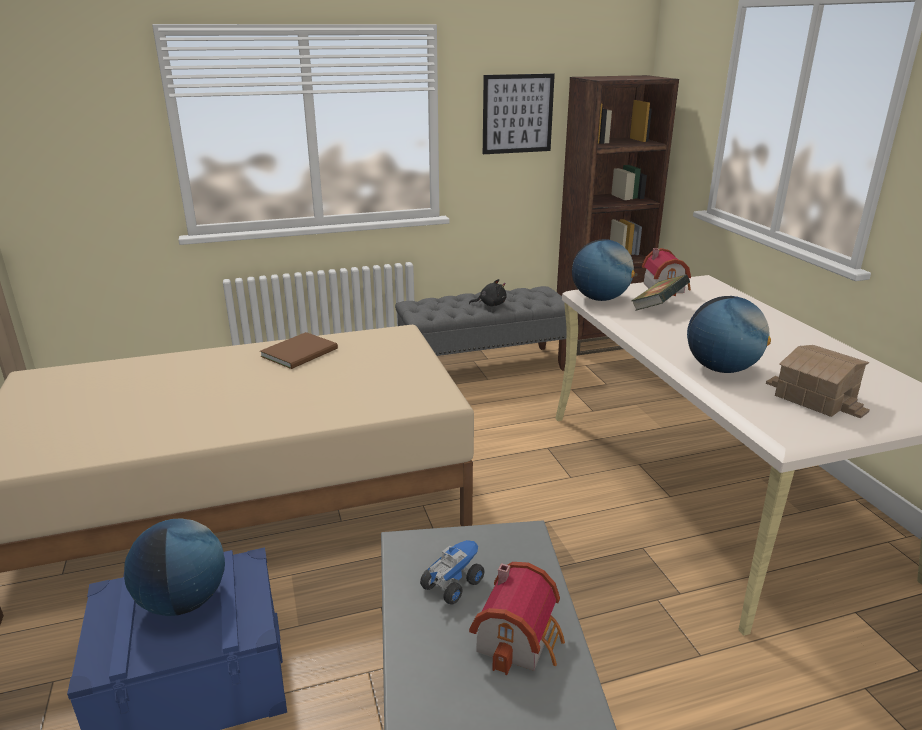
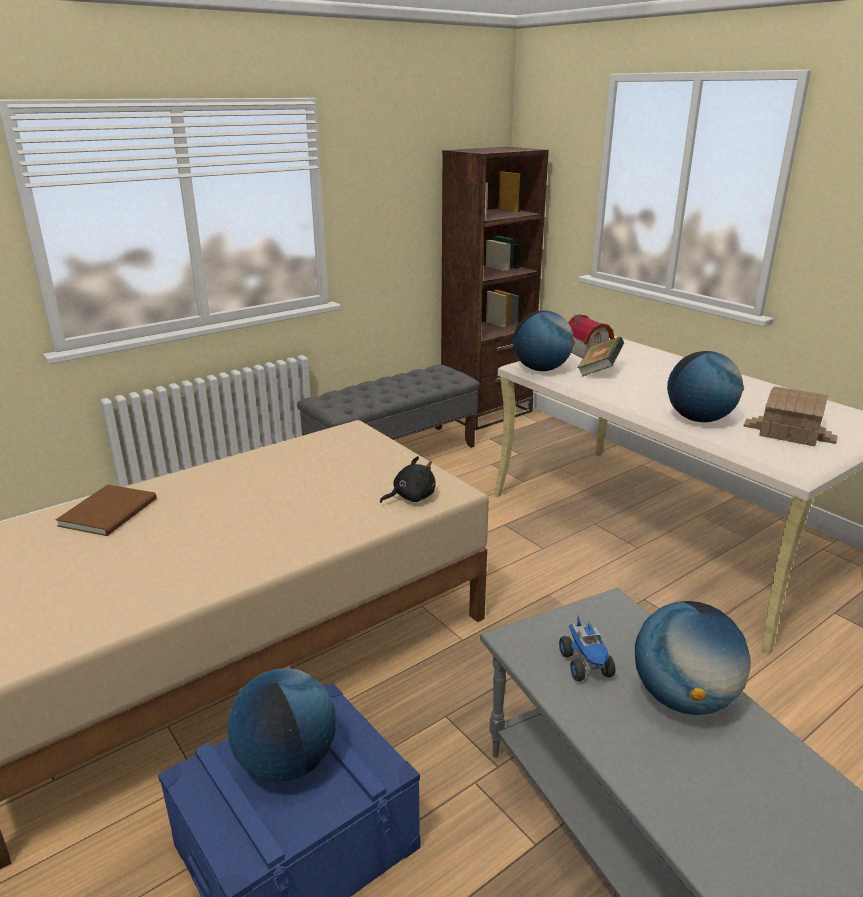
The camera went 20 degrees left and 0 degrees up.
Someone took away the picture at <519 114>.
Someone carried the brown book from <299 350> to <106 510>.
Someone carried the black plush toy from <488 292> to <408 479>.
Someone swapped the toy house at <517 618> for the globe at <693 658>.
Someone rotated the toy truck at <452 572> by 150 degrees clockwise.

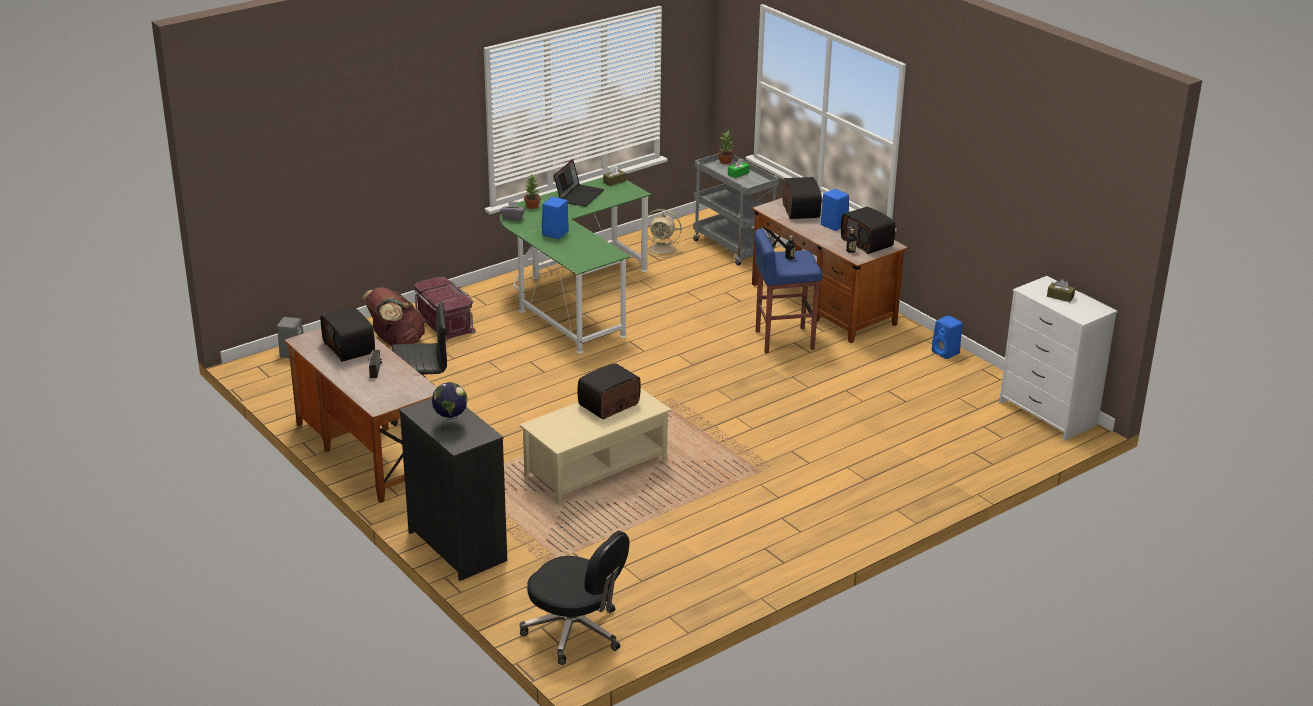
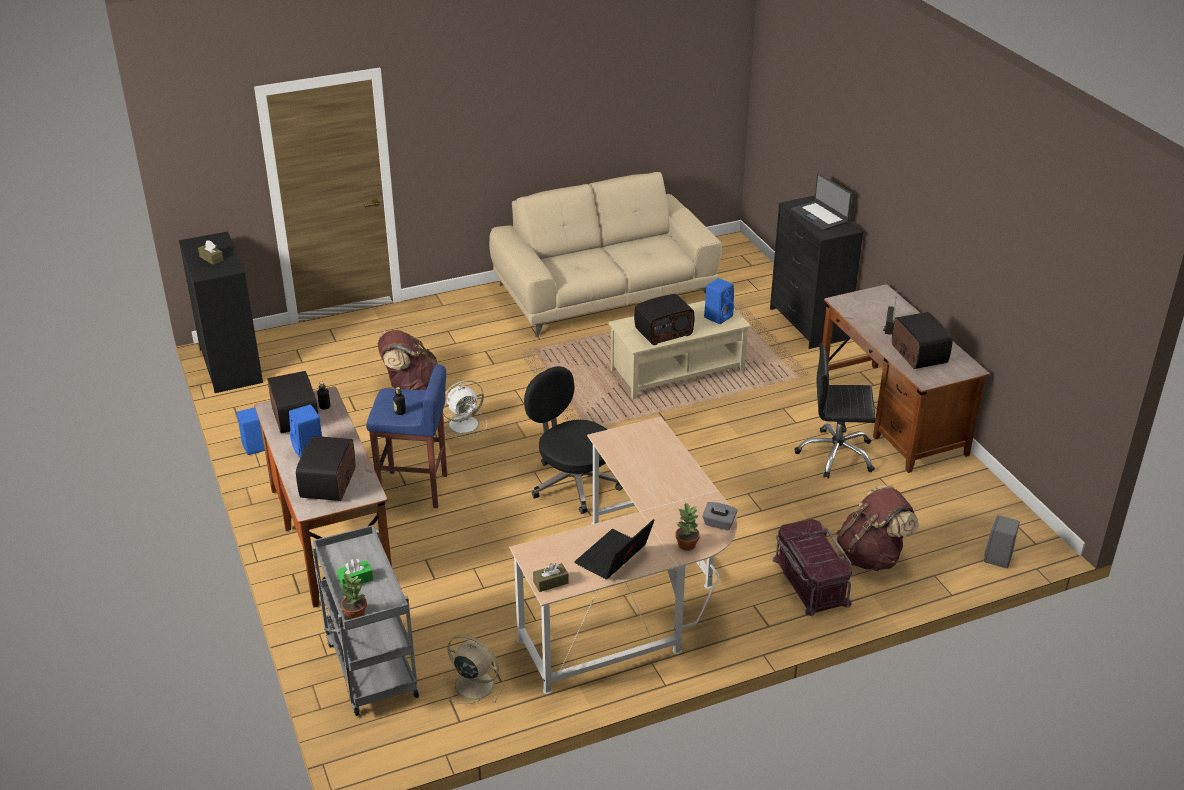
The camera went 165 degrees left and 5 degrees up.
Someone put down the brown backpack at <407 360>.
Someone put down the white fan at <465 409>.
Someone put down the beige sofa at <605 254>.
Someone carried the black office chair from <574 598> to <573 440>.
Someone carried the blue speaker from <555 218> to <719 301>.
Someone swapped the globe at <450 406> for the laptop at <821 202>.
Someone repainted the green desk at <575 265>, which became the beige desk at <623 555>.
Someone repainted the white dresser at <1058 358>, which became the black dresser at <221 312>.

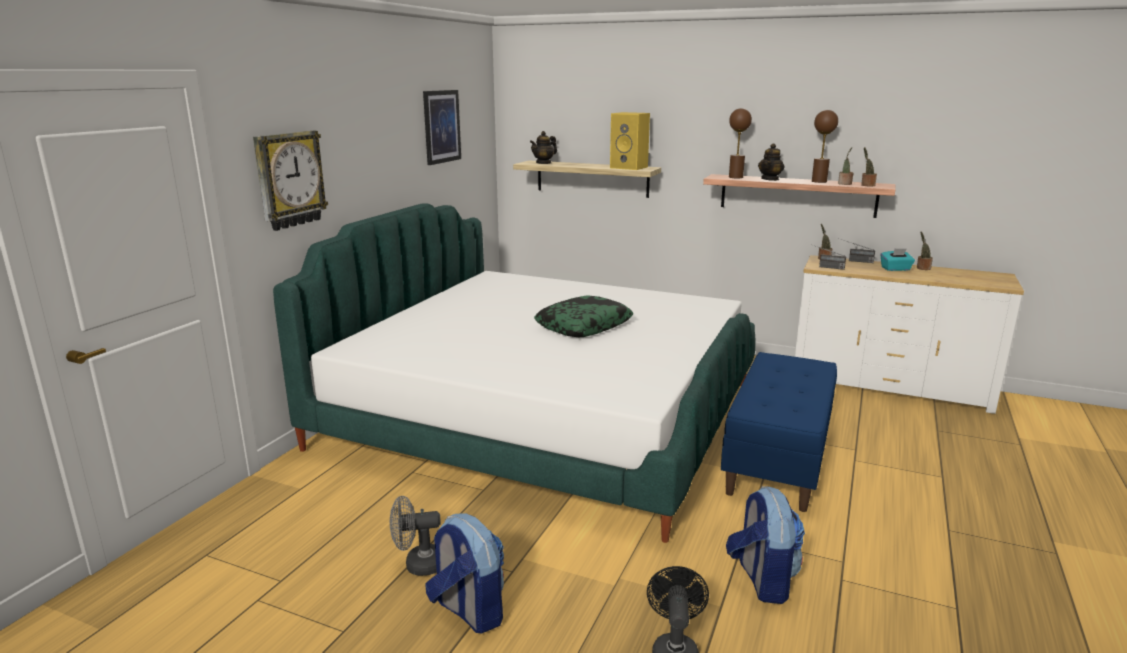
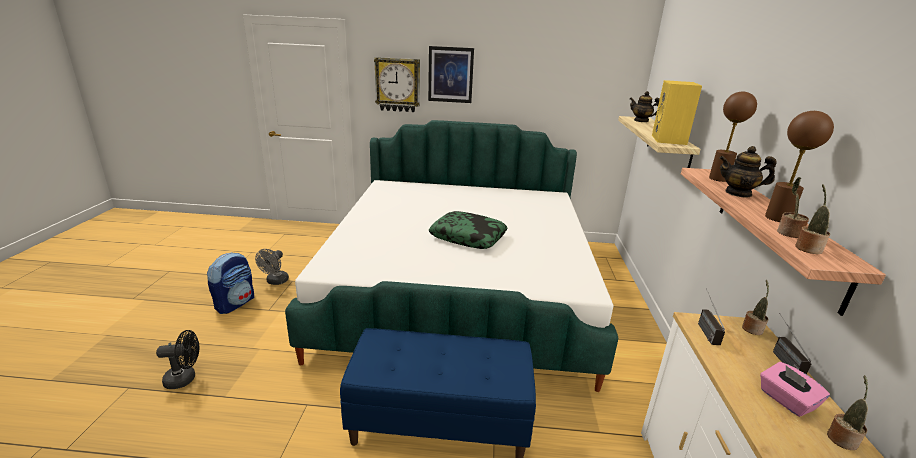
The camera went 70 degrees right and 5 degrees up.
Someone took away the backpack at <765 545>.
Someone carried the picture from <442 127> to <451 74>.
Someone repainted the turquoise tissue box at <897 260>, which became the pink tissue box at <795 389>.
Someone rotated the grey fan at <415 536> by 135 degrees counterclockwise.

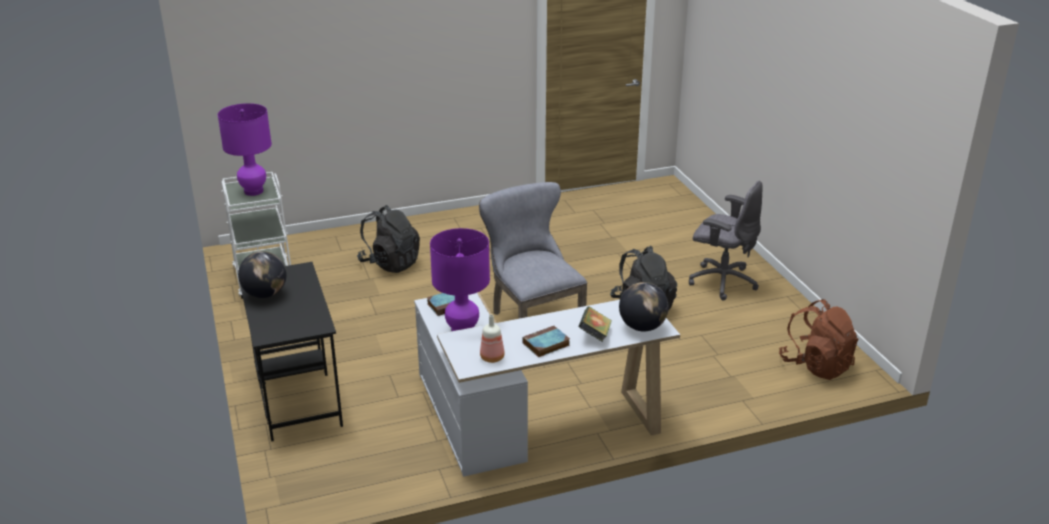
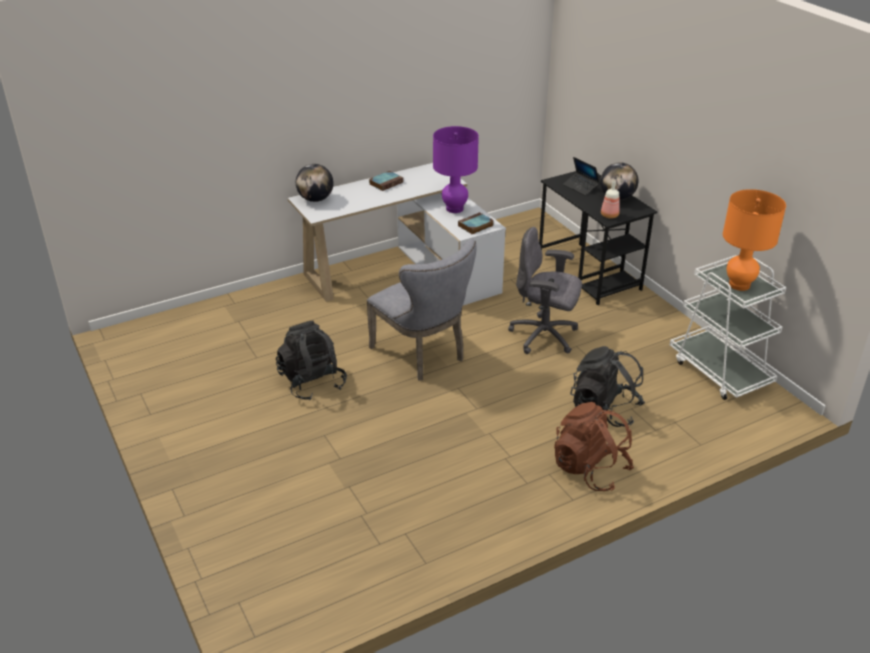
The camera went 170 degrees right and 5 degrees up.
Someone took away the book at <595 324>.
Someone put down the laptop at <581 176>.
Someone carried the bottle from <492 339> to <610 200>.
Someone carried the grey office chair from <725 241> to <545 290>.
Someone carried the brown backpack from <818 339> to <594 446>.
Someone repainted the purple table lamp at <244 149>, which became the orange table lamp at <754 240>.

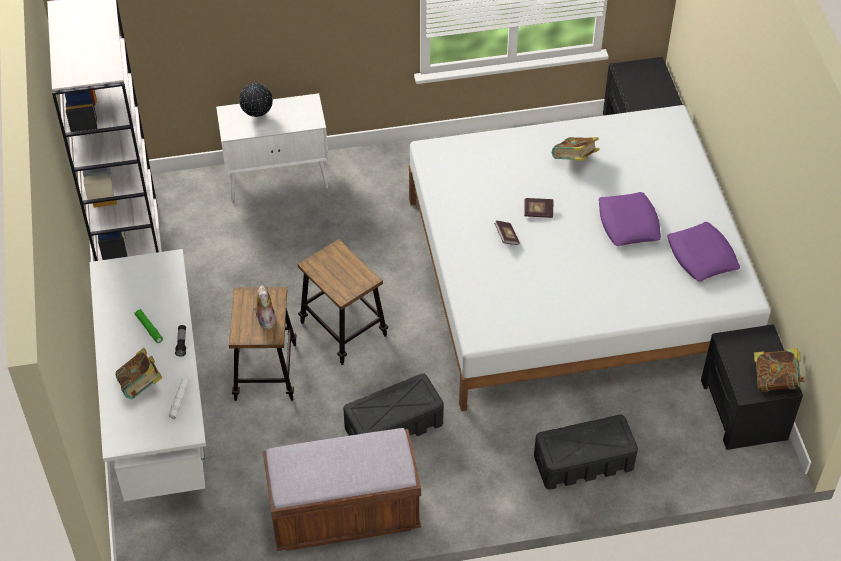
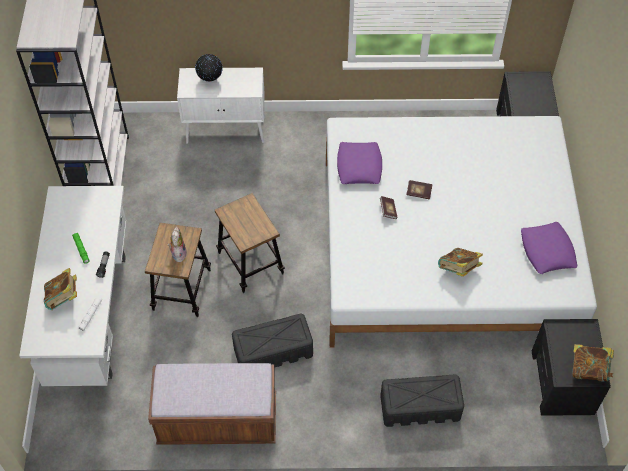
The camera went 10 degrees right and 5 degrees up.
Someone carried the book from <576 149> to <460 262>.
Someone carried the purple pillow from <629 219> to <359 163>.

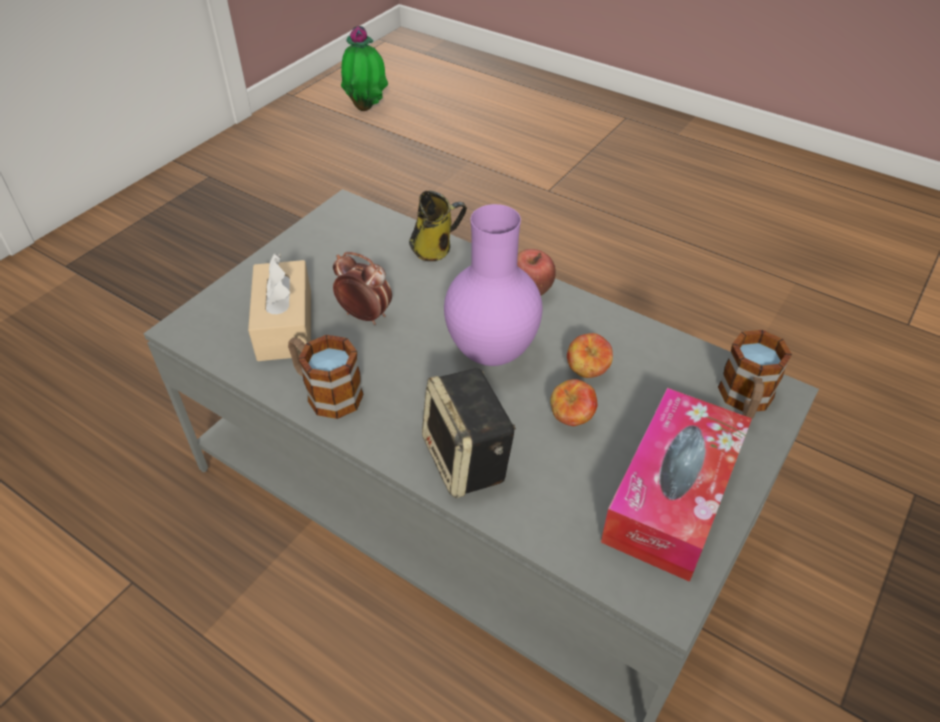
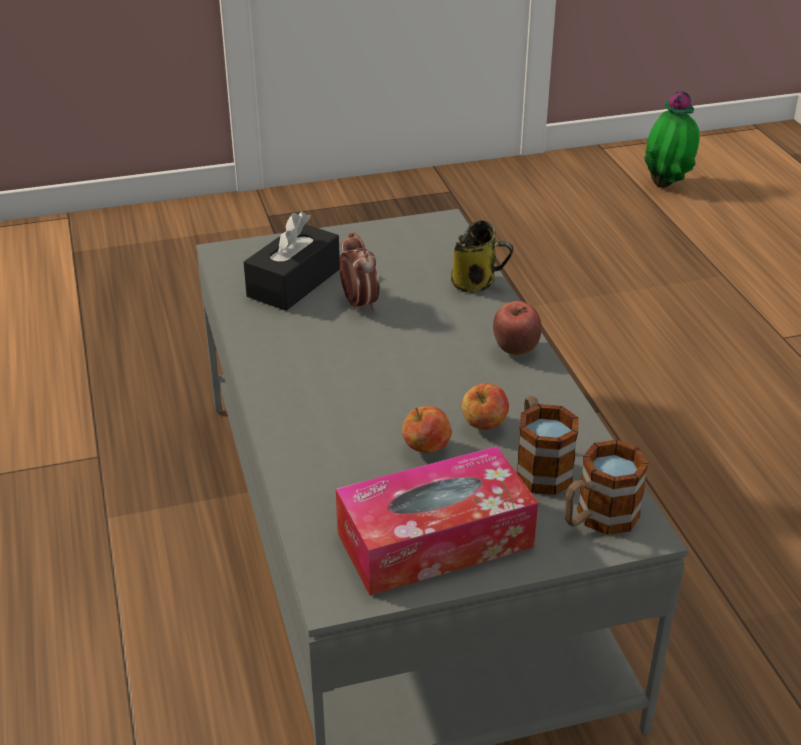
The camera went 40 degrees right and 10 degrees down.
Someone took away the speaker at <469 433>.
Someone took away the purple vase at <493 285>.
Someone carried the mug from <326 377> to <547 445>.
Someone repainted the beige tissue box at <279 307>, which became the black tissue box at <292 261>.

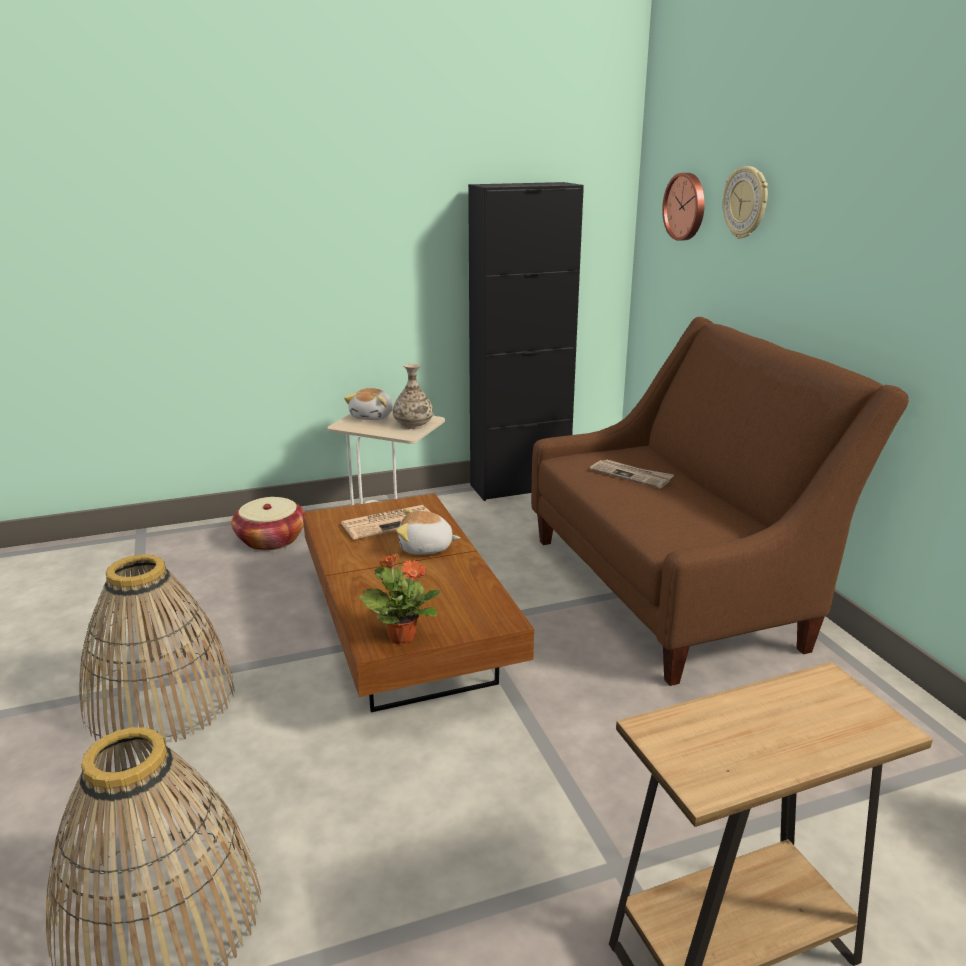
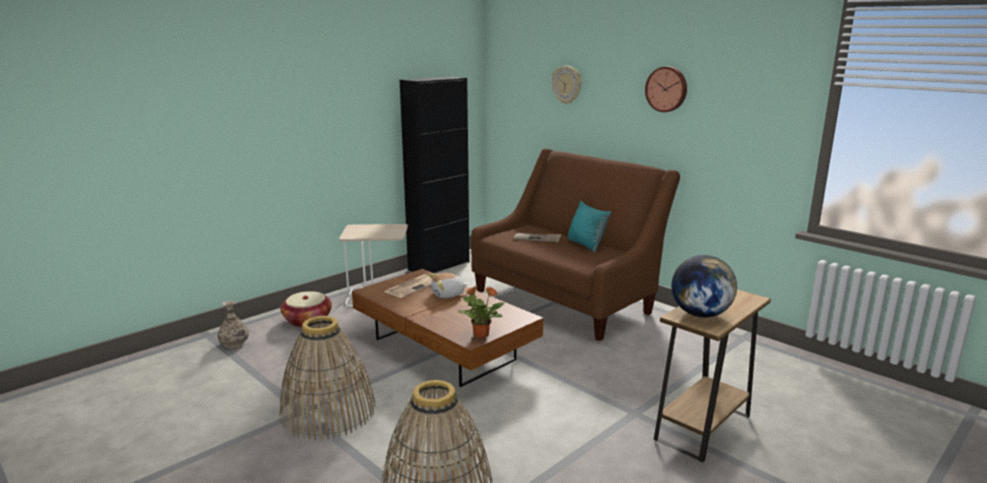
The camera went 25 degrees left and 5 degrees down.
Someone took away the plush toy at <368 404>.
Someone put down the turquoise pillow at <589 226>.
Someone put down the globe at <704 286>.
Someone carried the vase from <413 396> to <233 324>.
Someone carried the wall clock from <683 207> to <666 89>.

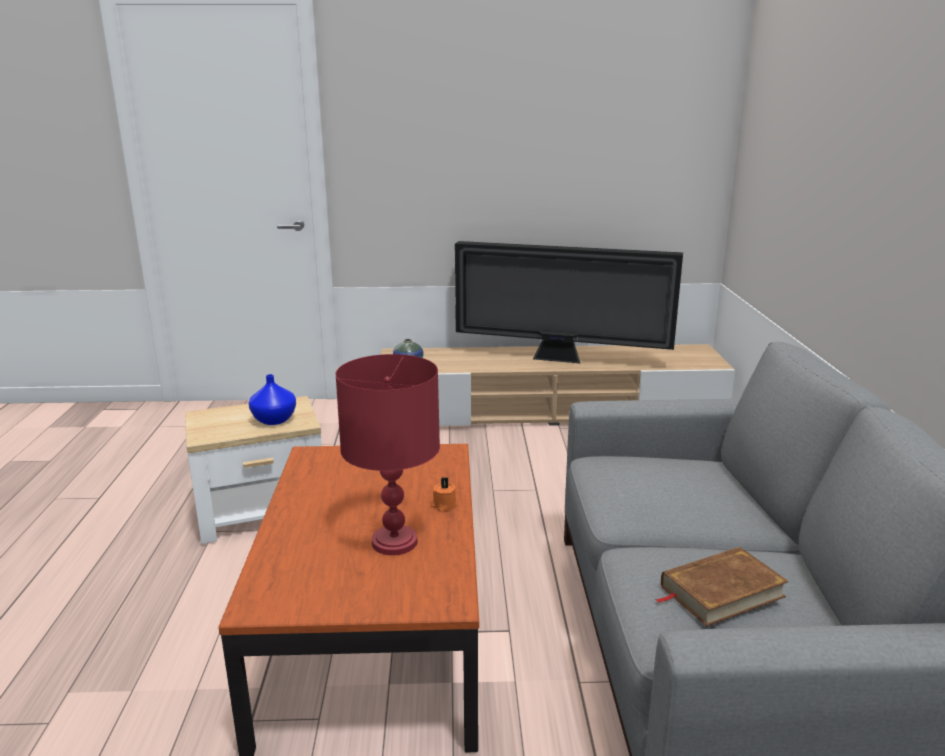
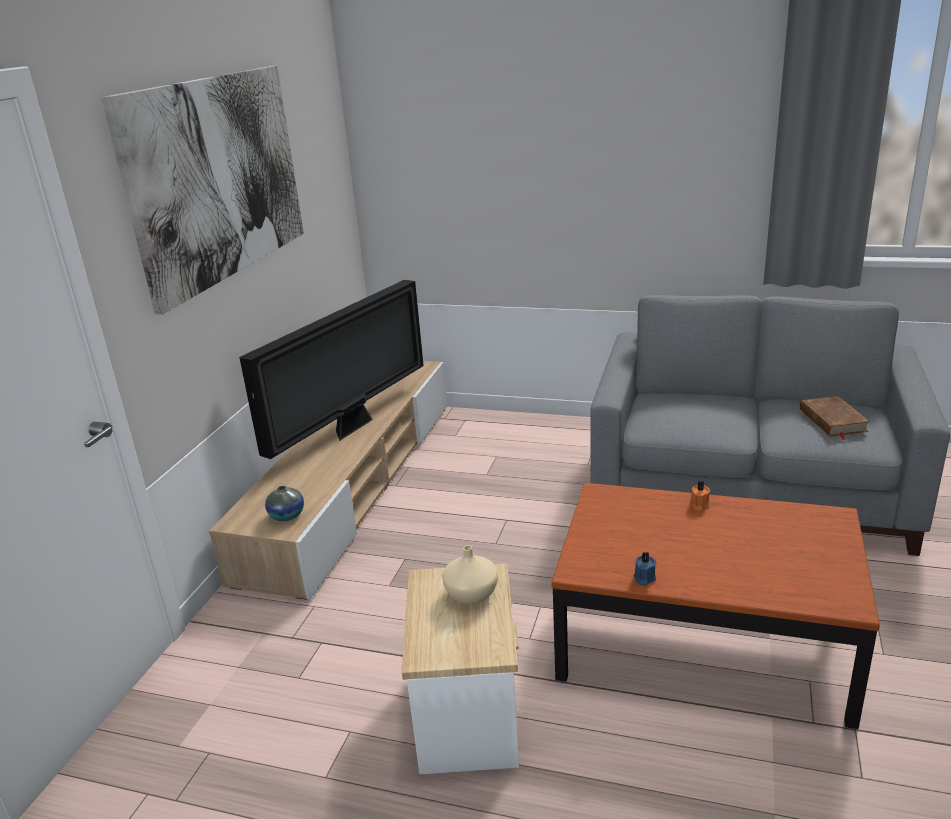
The camera went 70 degrees left and 5 degrees up.
Someone took away the red table lamp at <387 454>.
Someone put up the picture at <202 190>.
Someone put down the blue candle at <645 569>.
Someone repainted the blue vase at <272 399>, which became the beige vase at <470 575>.

